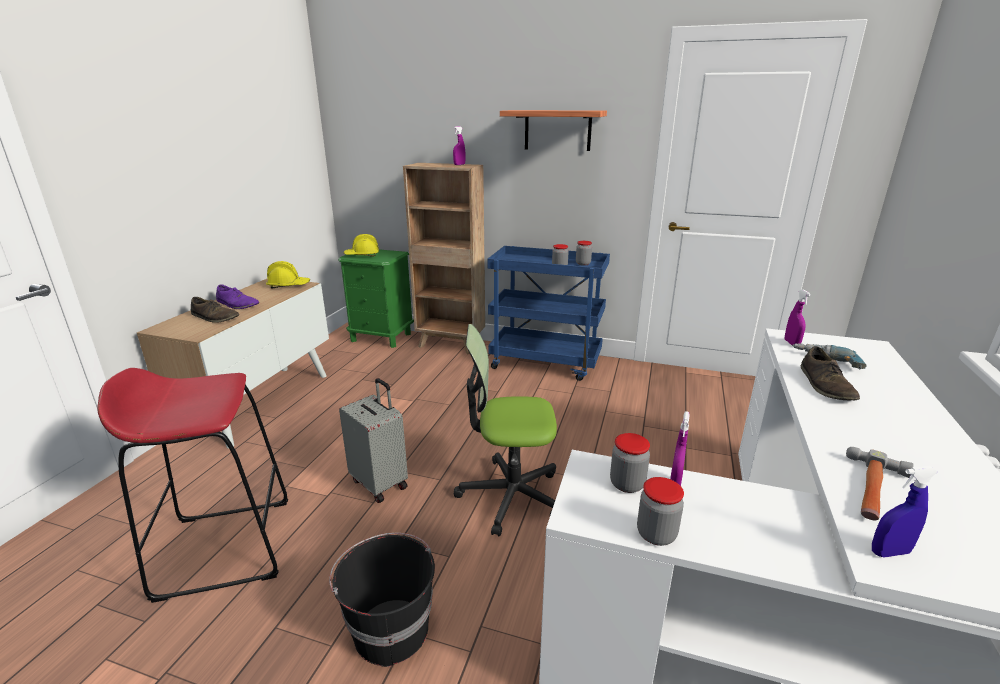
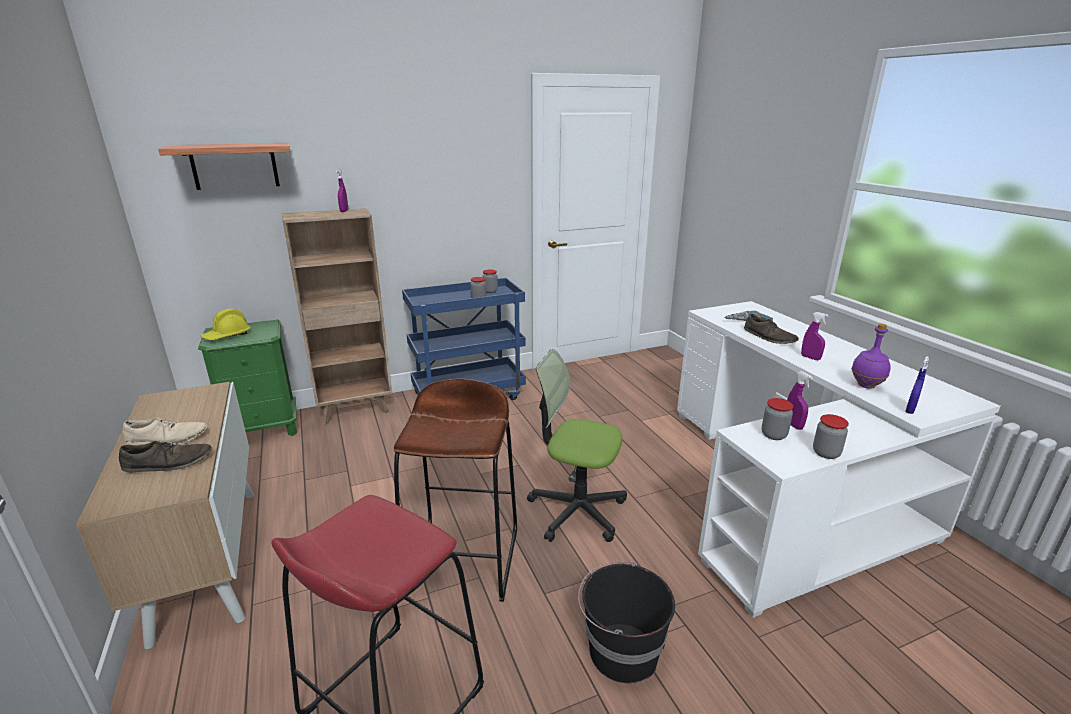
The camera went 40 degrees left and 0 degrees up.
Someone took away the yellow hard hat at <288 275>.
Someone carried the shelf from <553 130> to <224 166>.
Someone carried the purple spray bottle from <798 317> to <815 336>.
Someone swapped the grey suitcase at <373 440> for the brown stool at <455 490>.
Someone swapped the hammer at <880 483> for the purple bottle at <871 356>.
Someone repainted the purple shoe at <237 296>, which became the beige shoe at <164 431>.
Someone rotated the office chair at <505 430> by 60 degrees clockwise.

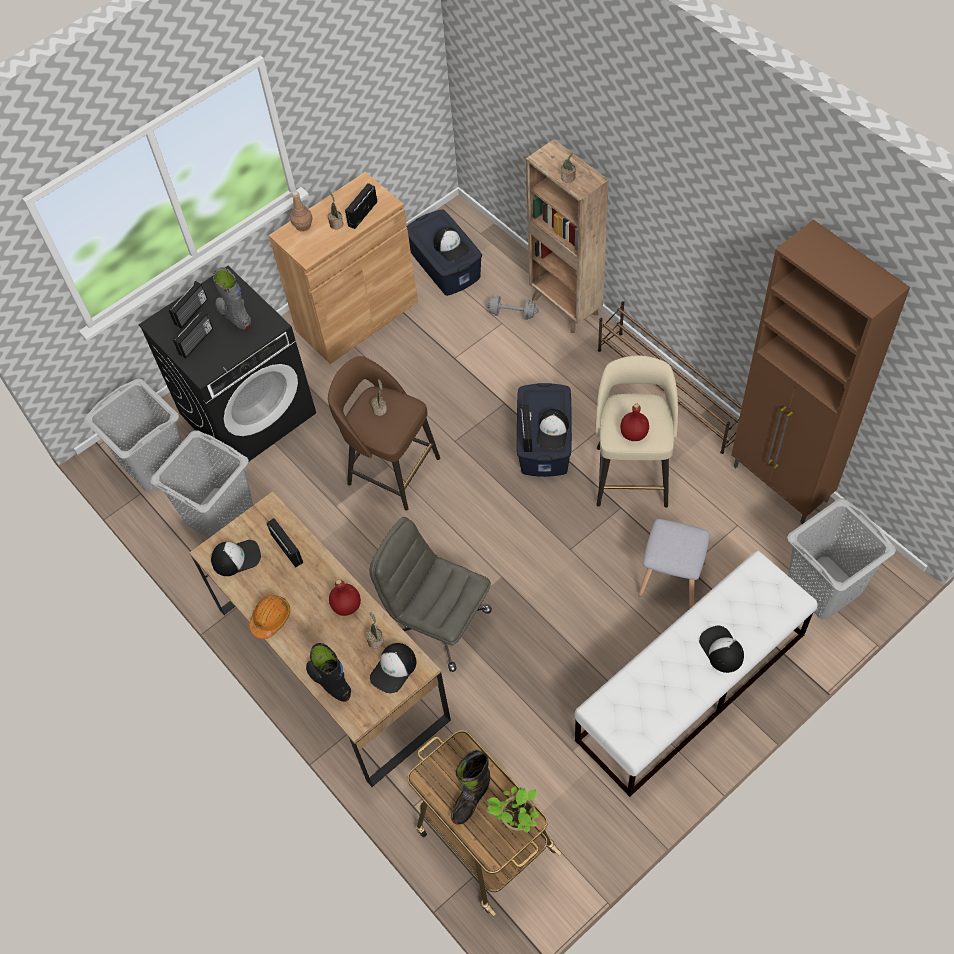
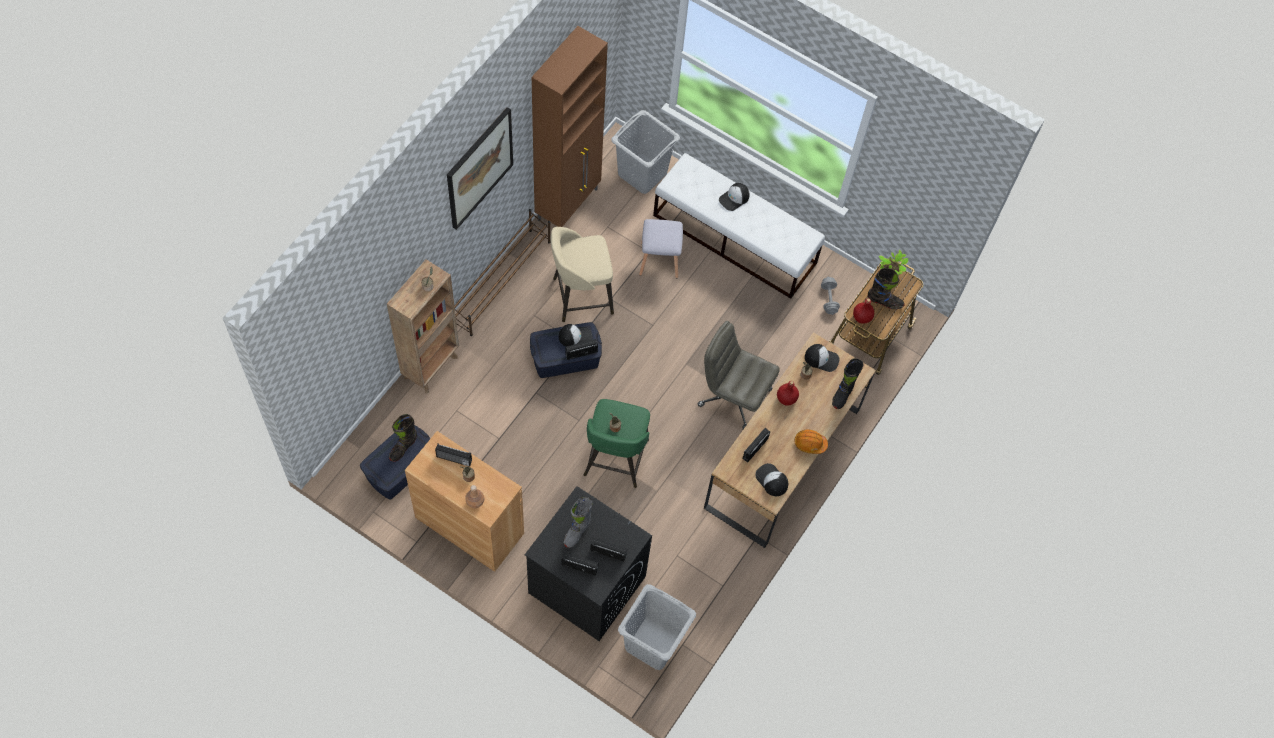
The camera went 115 degrees left and 5 degrees up.
Someone took away the grey laundry basket at <201 484>.
Someone put up the picture at <480 168>.
Someone carried the grey dumbbell from <512 308> to <830 296>.
Someone carried the red bottle from <634 422> to <863 311>.
Someone swapped the cap at <451 244> for the black boot at <403 438>.
Someone repainted the brown stool at <384 433>, which became the green stool at <617 443>.
Someone rotated the grey office chair at <430 594> by 105 degrees clockwise.

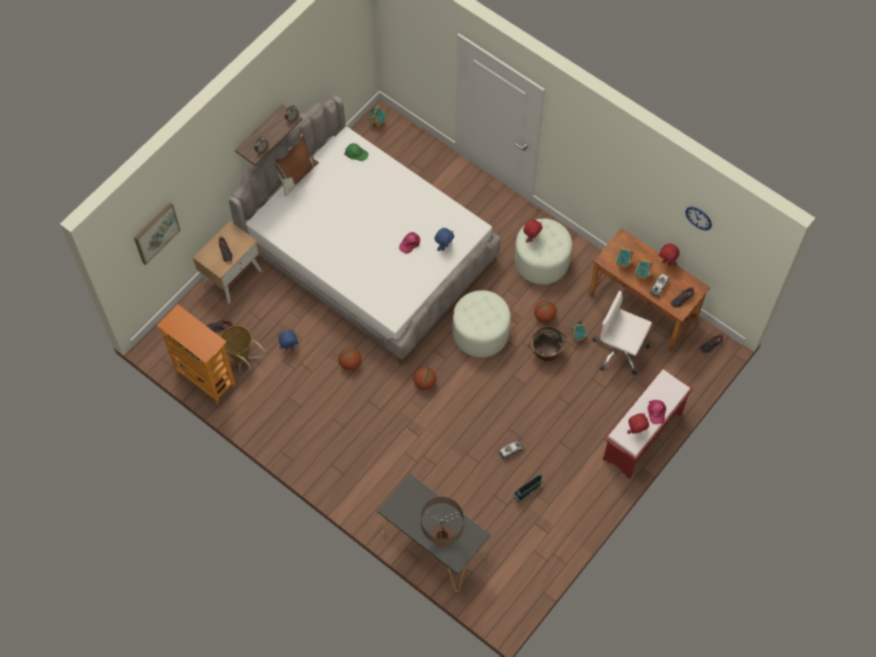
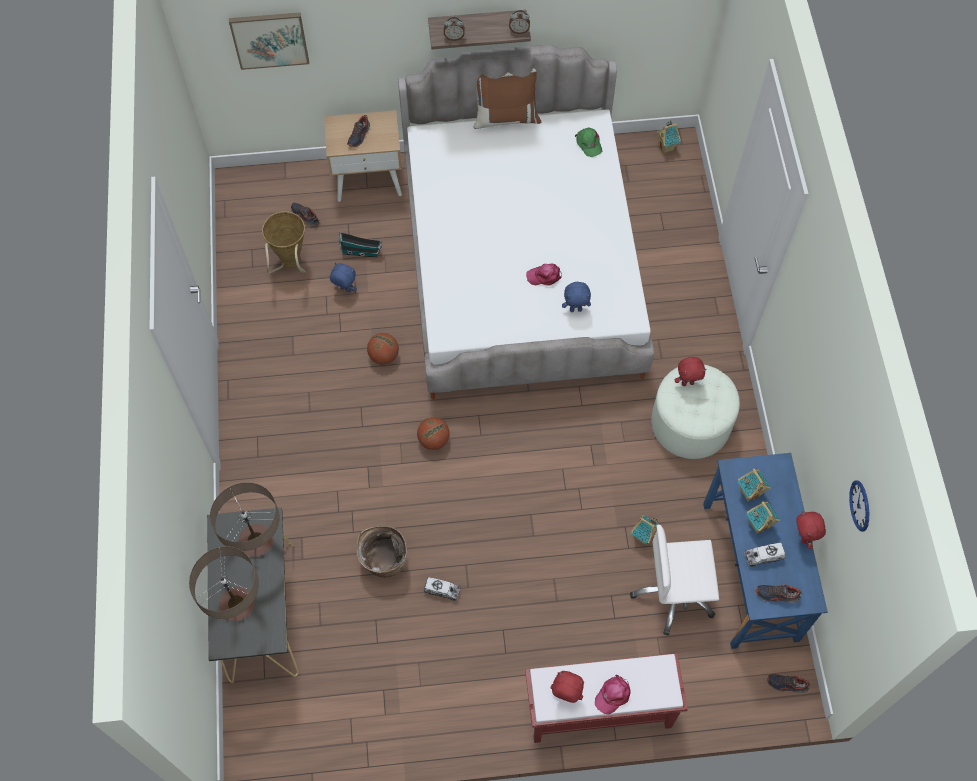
The camera went 45 degrees right and 0 degrees up.
Someone took away the bookcase at <196 354>.
Someone took away the white ottoman at <482 323>.
Someone took away the basketball at <545 312>.
Someone put down the table lamp at <245 519>.
Someone carried the toy house from <528 488> to <361 245>.
Someone carried the basket from <548 343> to <381 552>.
Someone repainted the brown desk at <649 290>, which became the blue desk at <765 551>.
Someone rotated the white office chair at <622 333> by 75 degrees counterclockwise.

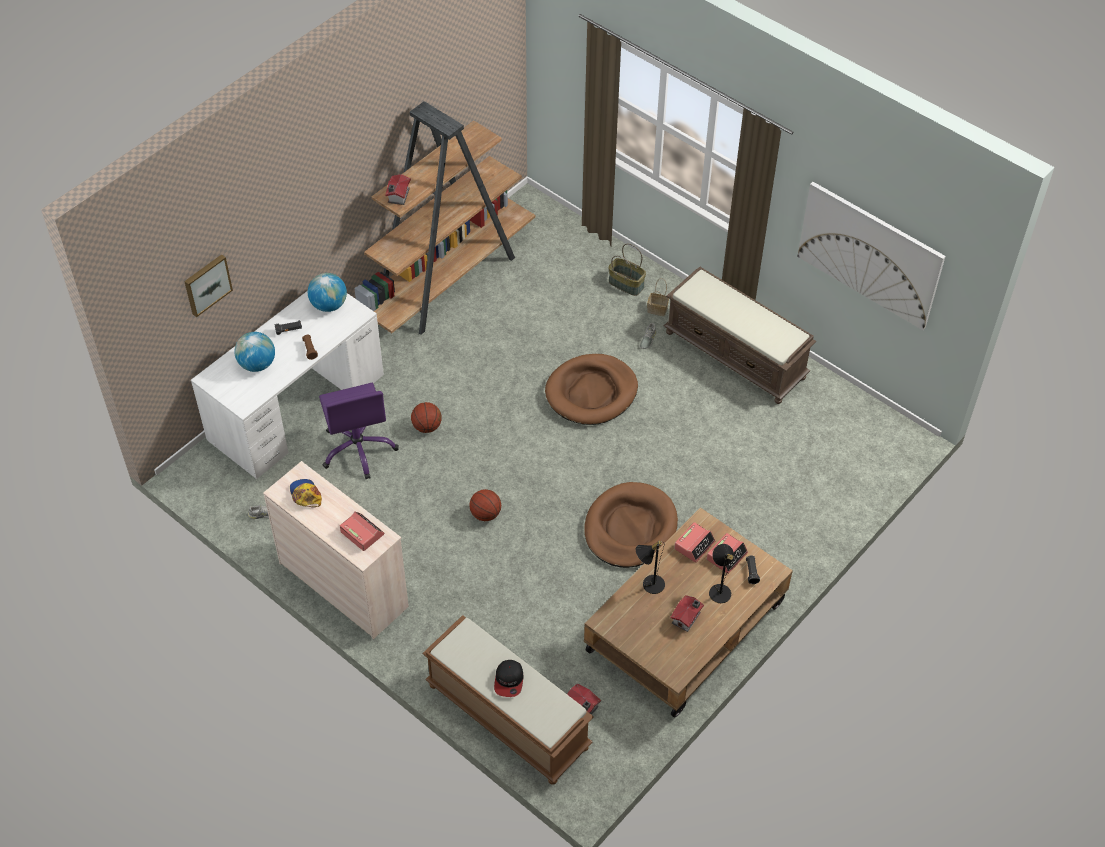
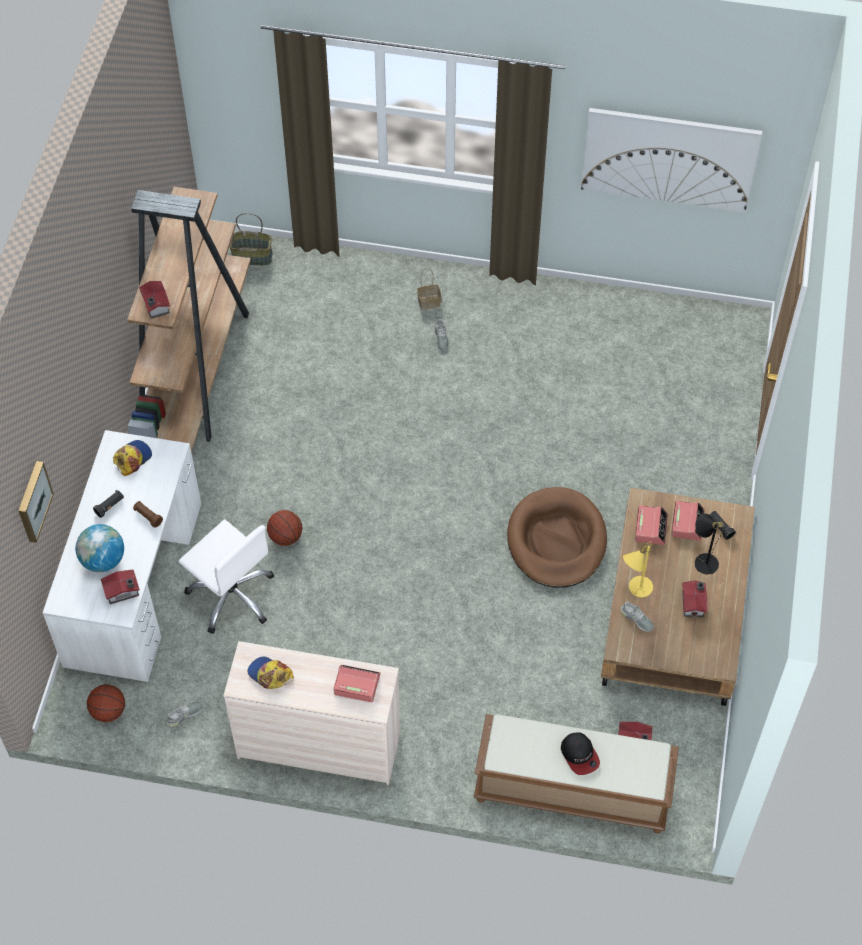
The camera went 30 degrees left and 5 degrees up.
Someone took away the brown dog bed at <591 389>.
Someone took away the brown bench at <740 335>.
Someone put down the toy house at <120 586>.
Someone put down the grey shoe at <637 616>.
Someone carried the basketball from <485 505> to <106 703>.
Someone carried the basket from <627 270> to <250 239>.
Someone swapped the globe at <327 292> for the cap at <132 458>.
Someone repainted the purple office chair at <359 431>, which became the white office chair at <226 576>.
Someone repainted the black table lamp at <650 567>, which became the yellow table lamp at <638 569>.

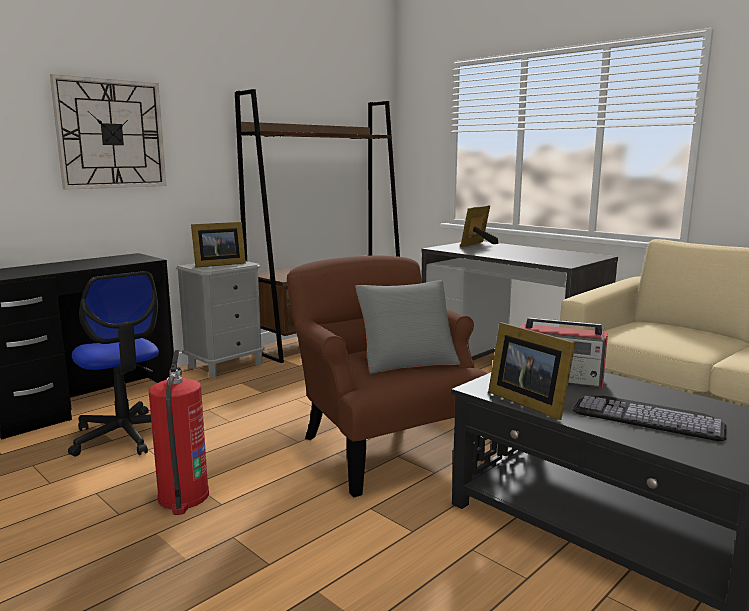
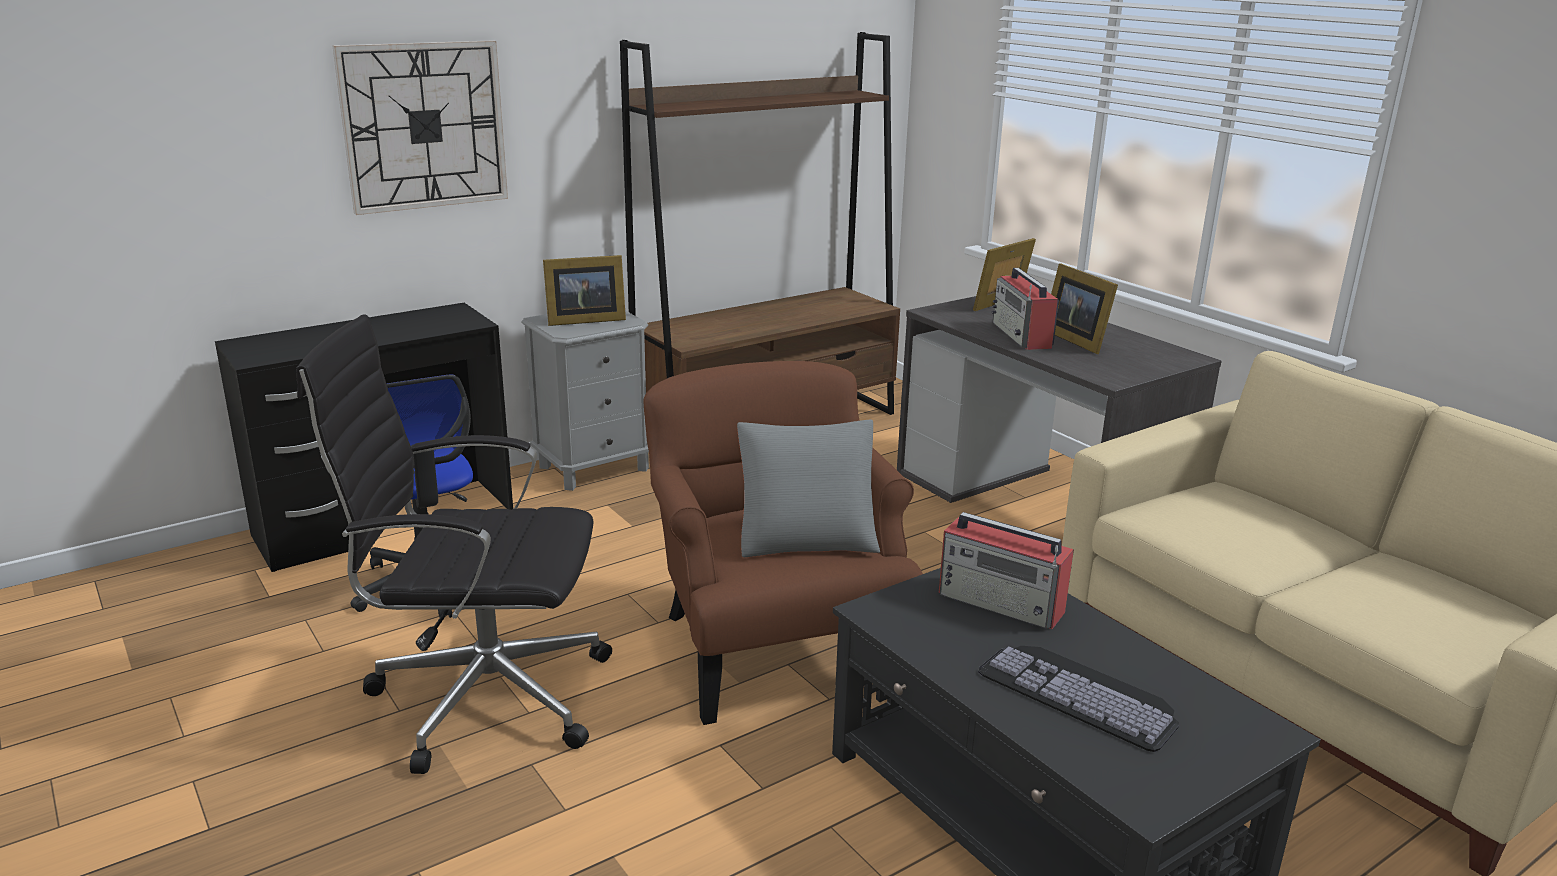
The camera went 10 degrees right and 10 degrees up.
Someone put down the radio at <1025 309>.
Someone carried the picture frame from <532 371> to <1084 309>.
Someone swapped the fire extinguisher at <179 432> for the black office chair at <454 544>.

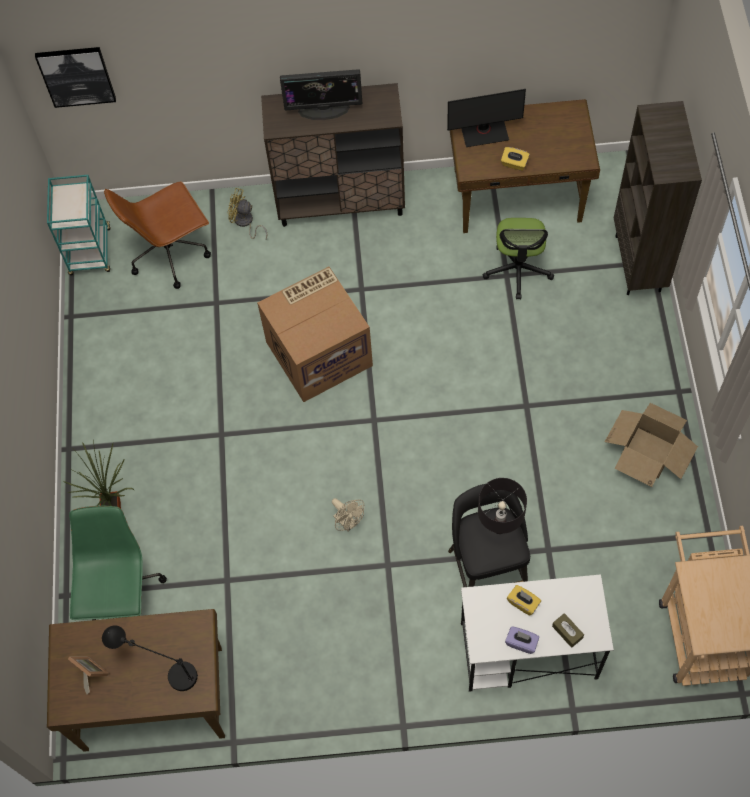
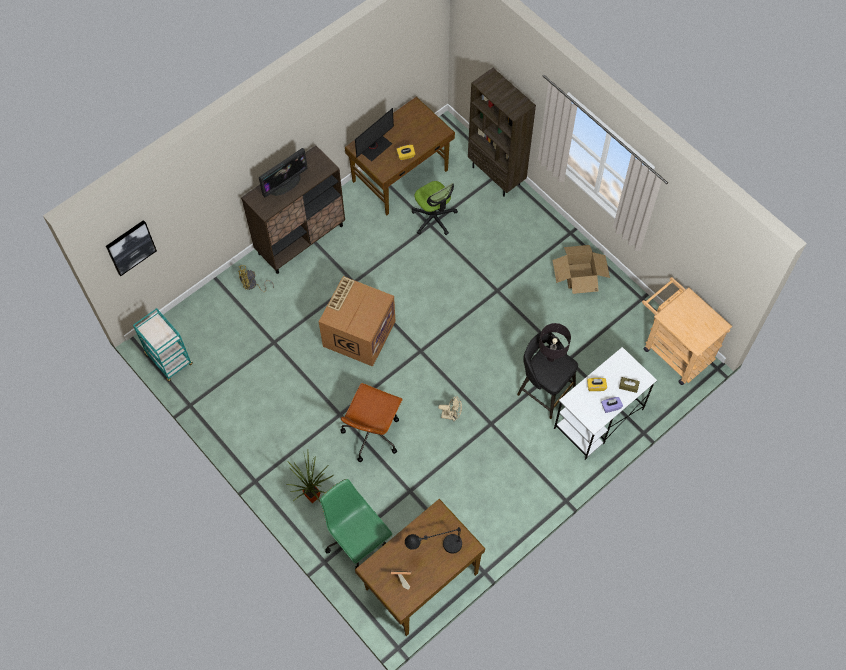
The camera went 40 degrees left and 0 degrees up.
Someone carried the brown office chair from <157 235> to <371 422>.

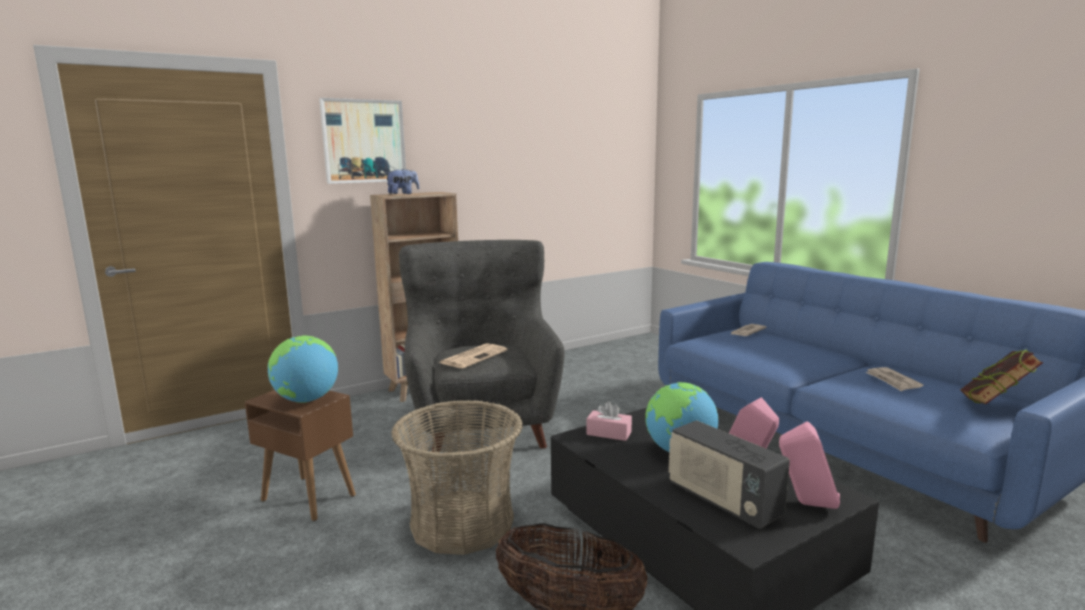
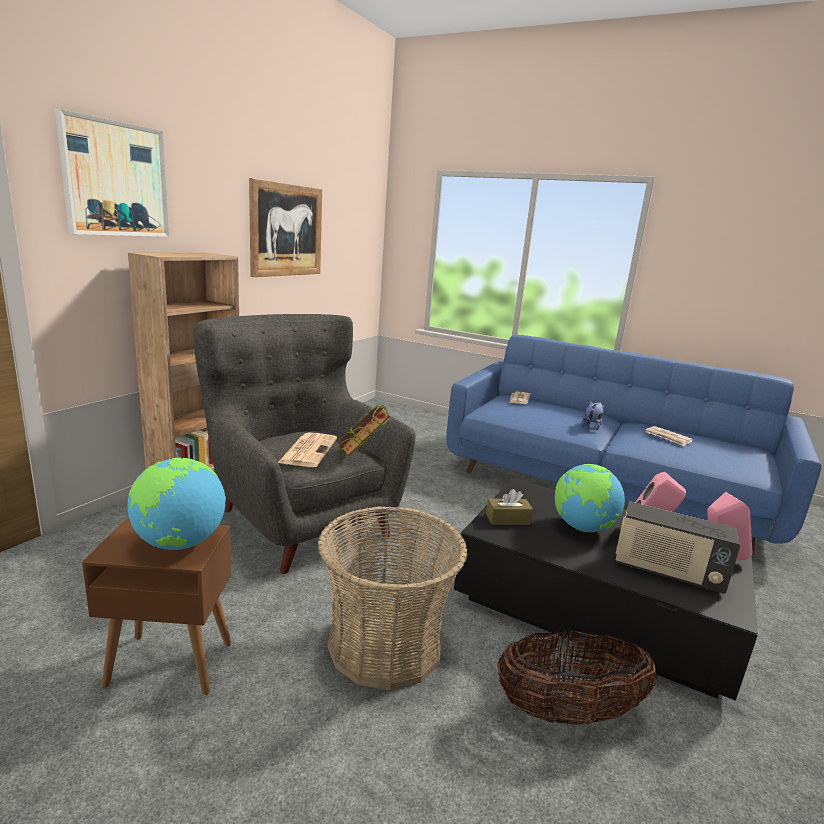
The camera went 30 degrees left and 5 degrees up.
Someone put up the picture at <285 227>.
Someone carried the plush toy from <402 181> to <593 415>.
Someone carried the book from <1001 376> to <364 430>.
Someone repainted the pink tissue box at <609 421>, which became the brown tissue box at <509 507>.

